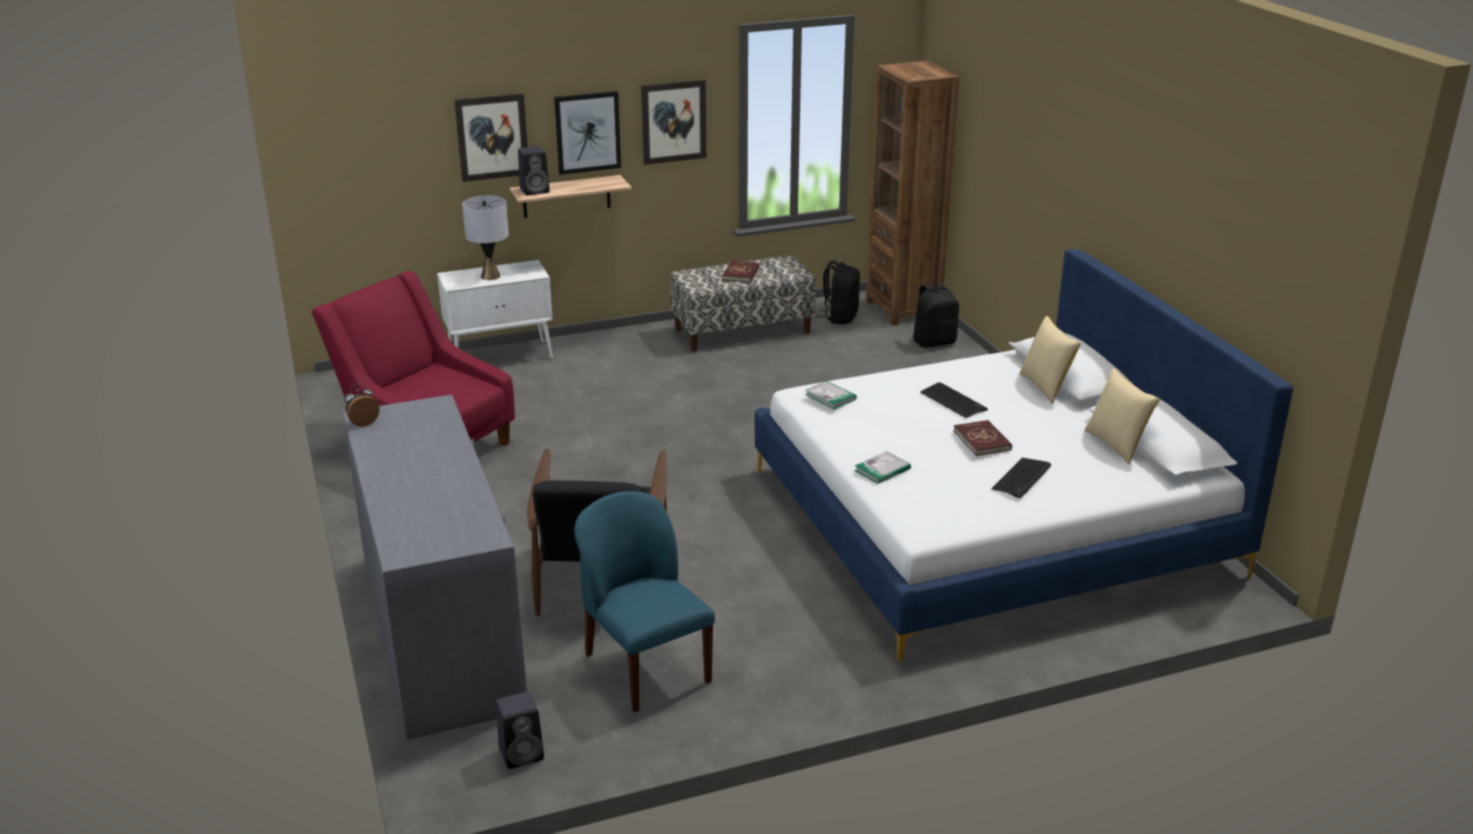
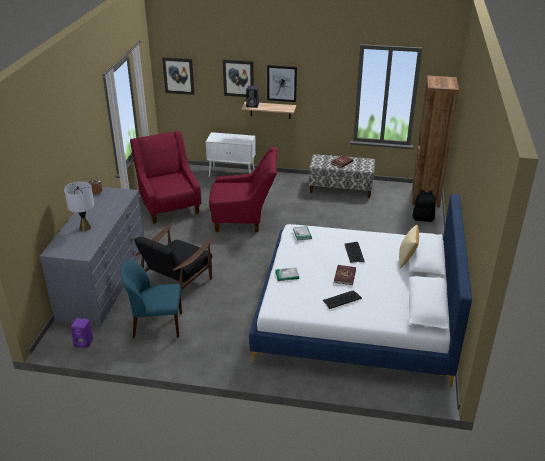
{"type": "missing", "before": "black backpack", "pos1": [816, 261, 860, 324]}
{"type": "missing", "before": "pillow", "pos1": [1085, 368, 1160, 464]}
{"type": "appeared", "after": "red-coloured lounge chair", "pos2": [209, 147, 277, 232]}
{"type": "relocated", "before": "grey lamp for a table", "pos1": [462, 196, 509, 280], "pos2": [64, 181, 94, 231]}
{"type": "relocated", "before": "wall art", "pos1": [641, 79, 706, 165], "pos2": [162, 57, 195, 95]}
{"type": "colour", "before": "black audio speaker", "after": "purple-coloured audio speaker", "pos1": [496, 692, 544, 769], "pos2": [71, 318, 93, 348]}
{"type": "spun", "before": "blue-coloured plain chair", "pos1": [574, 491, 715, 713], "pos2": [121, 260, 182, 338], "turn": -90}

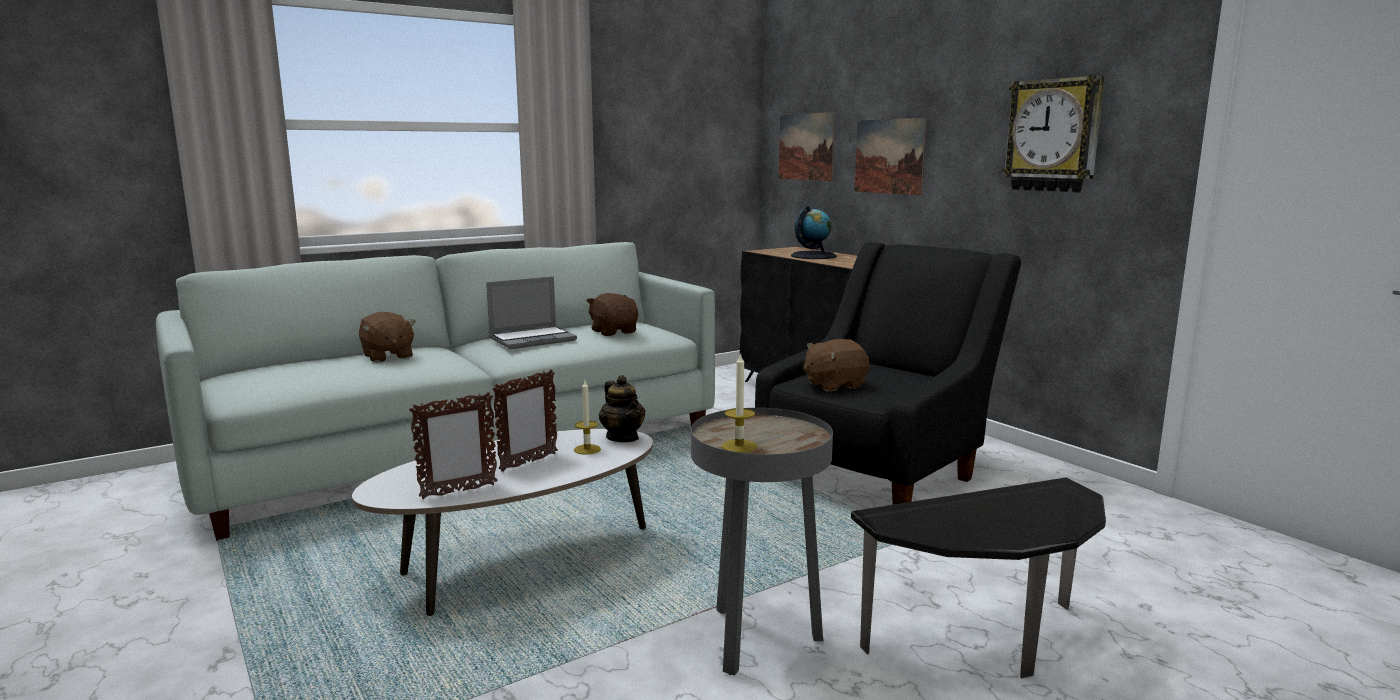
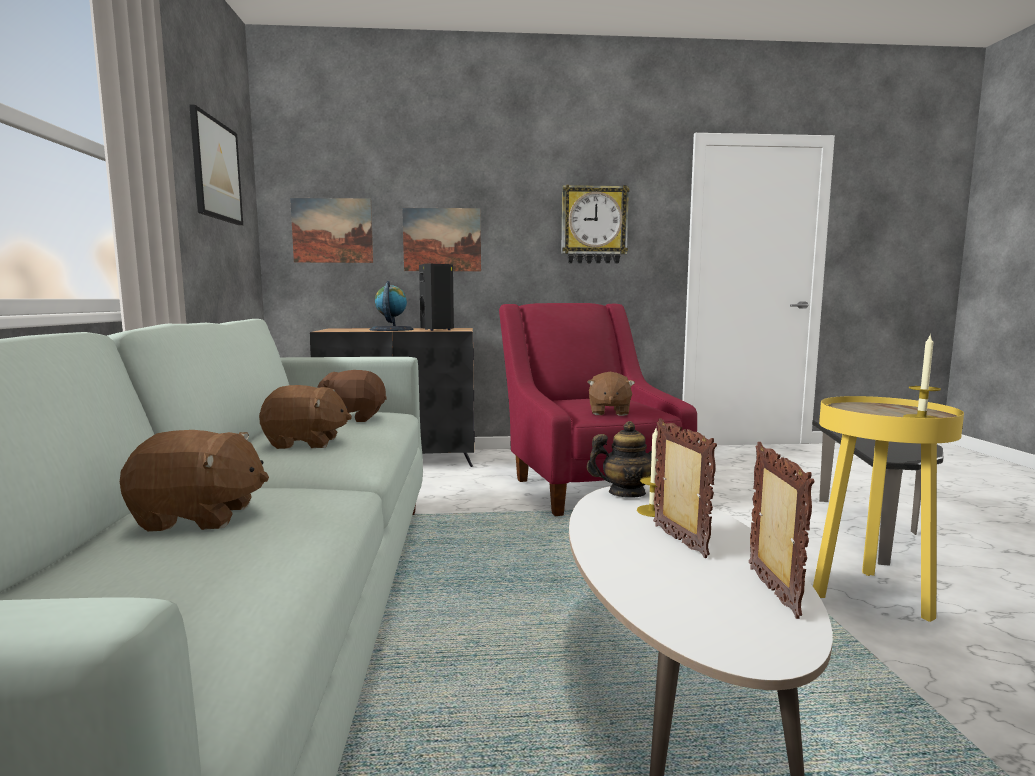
{"type": "appeared", "after": "wall art", "pos2": [189, 105, 243, 225]}
{"type": "appeared", "after": "black audio speaker", "pos2": [419, 264, 454, 331]}
{"type": "exchanged", "before": "portable computer", "after": "brownish cuddly toy", "pos1": [486, 276, 577, 349], "pos2": [259, 385, 352, 449]}
{"type": "colour", "before": "grey end table", "after": "yellowish end table", "pos1": [691, 408, 833, 676], "pos2": [813, 396, 964, 622]}
{"type": "colour", "before": "black lounge chair", "after": "red-coloured lounge chair", "pos1": [755, 242, 1021, 505], "pos2": [499, 303, 697, 516]}

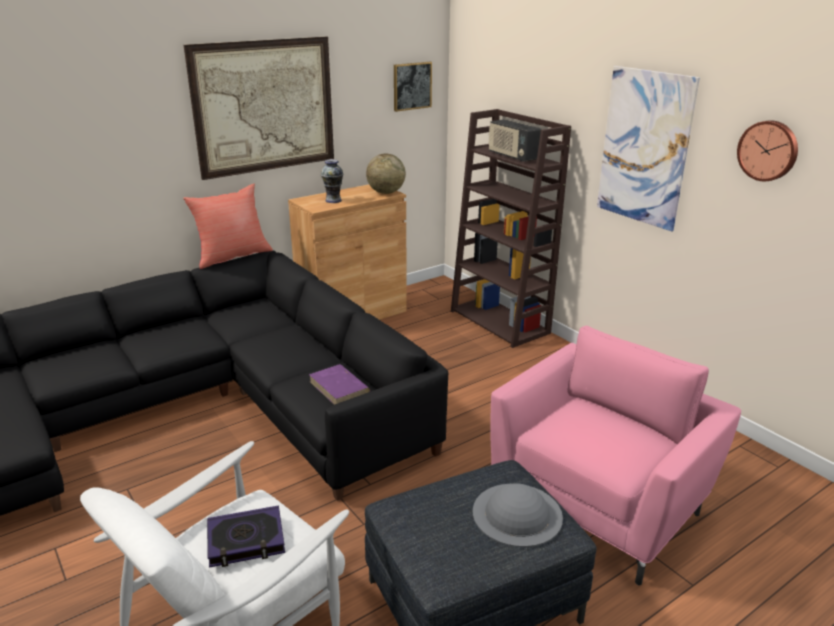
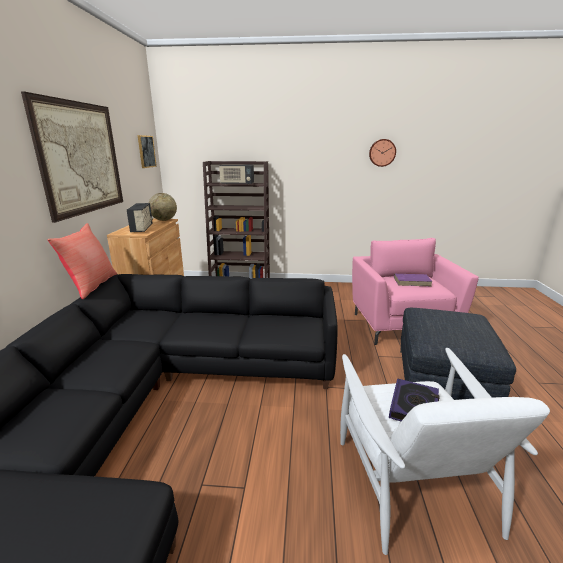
{"type": "missing", "before": "grey wearable hat", "pos1": [473, 483, 563, 547]}
{"type": "missing", "before": "wall art", "pos1": [597, 66, 700, 232]}
{"type": "relocated", "before": "purple-coloured book", "pos1": [309, 364, 371, 405], "pos2": [394, 274, 433, 286]}
{"type": "exchanged", "before": "flower vase", "after": "radio receiver", "pos1": [321, 159, 343, 203], "pos2": [127, 203, 153, 232]}

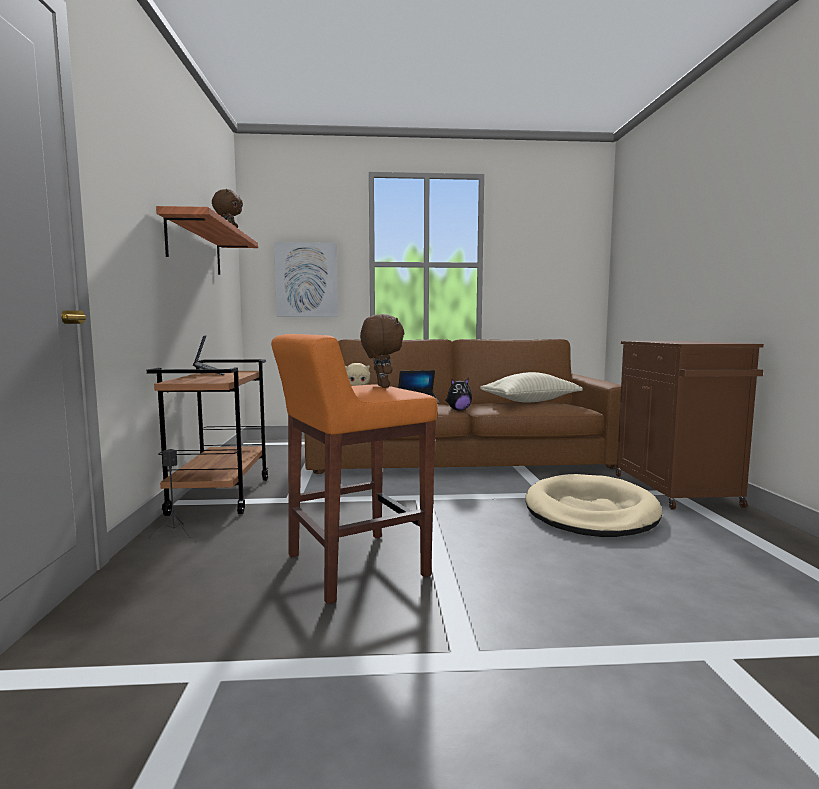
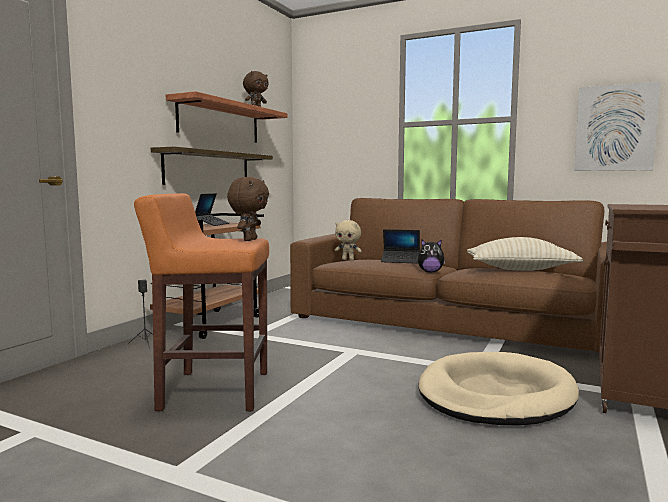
{"type": "appeared", "after": "shelf", "pos2": [151, 146, 273, 185]}
{"type": "relocated", "before": "wall art", "pos1": [274, 242, 338, 317], "pos2": [574, 82, 660, 171]}

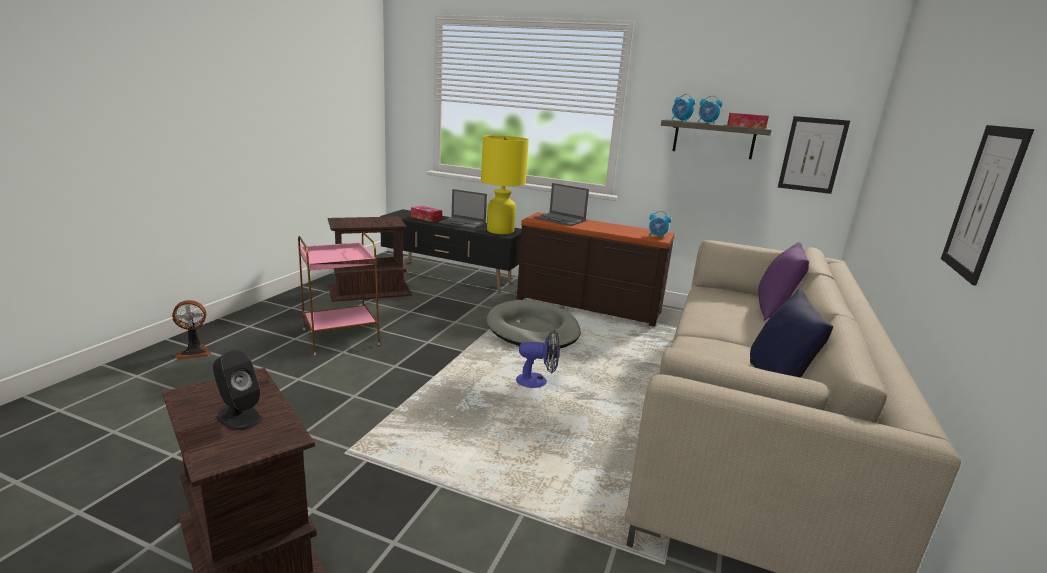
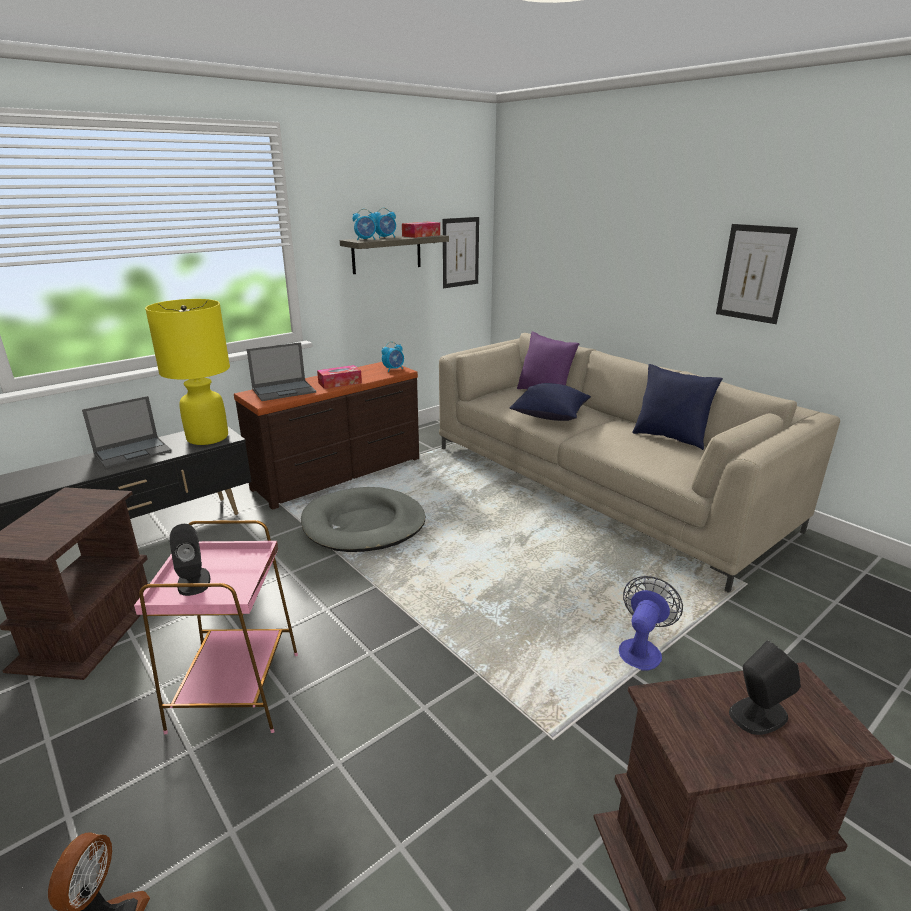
{"type": "appeared", "after": "black audio speaker", "pos2": [169, 524, 210, 596]}
{"type": "appeared", "after": "blue-coloured pillow", "pos2": [510, 383, 591, 421]}
{"type": "relocated", "before": "tissue holder", "pos1": [411, 206, 442, 222], "pos2": [317, 365, 362, 389]}
{"type": "relocated", "before": "cooling fan", "pos1": [516, 330, 560, 388], "pos2": [619, 576, 683, 671]}

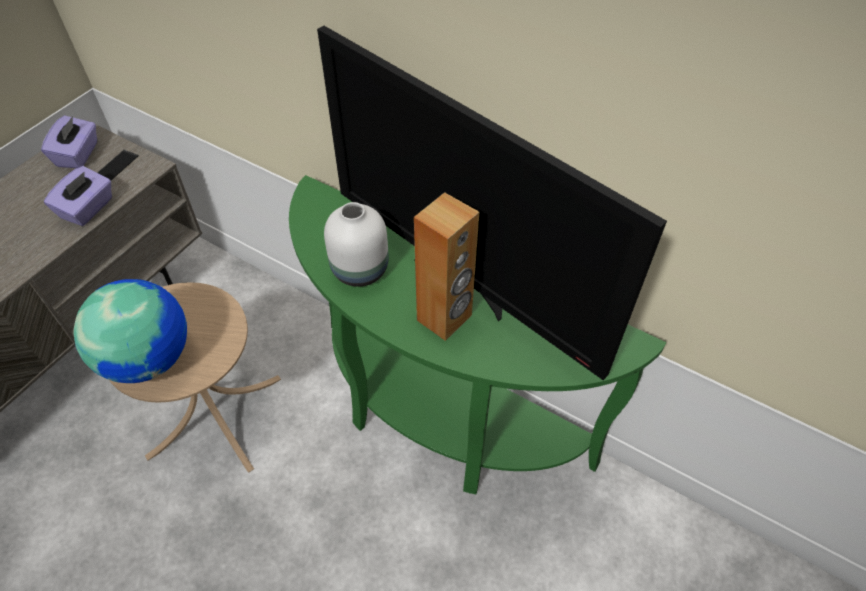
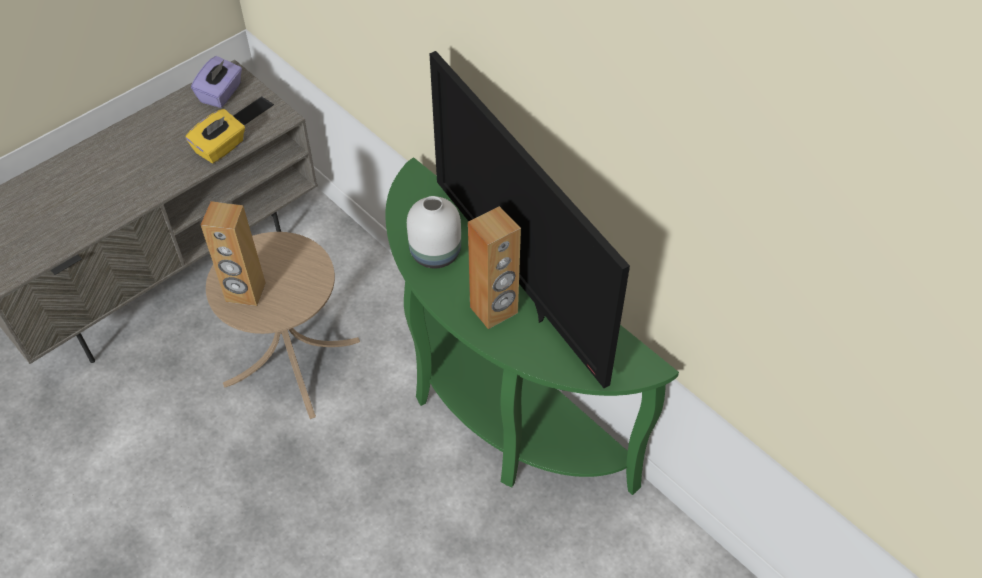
{"type": "exchanged", "before": "world globe", "after": "brownish audio speaker", "pos1": [74, 279, 187, 383], "pos2": [201, 201, 266, 306]}
{"type": "colour", "before": "purple-coloured tissue holder", "after": "yellowish tissue holder", "pos1": [44, 166, 112, 226], "pos2": [185, 109, 245, 164]}

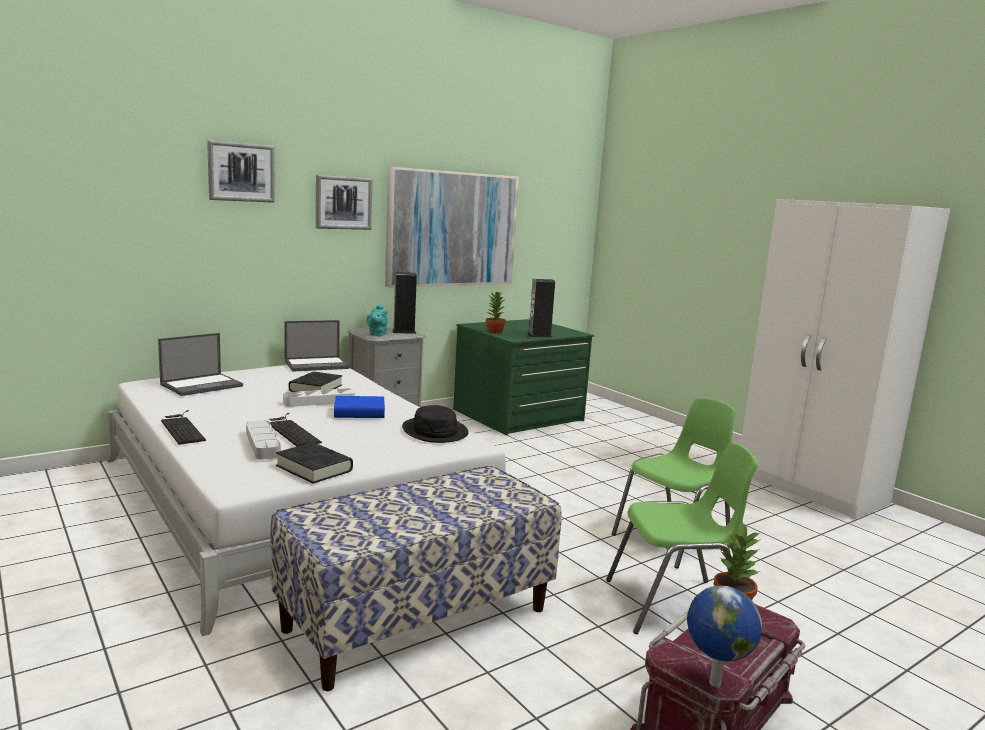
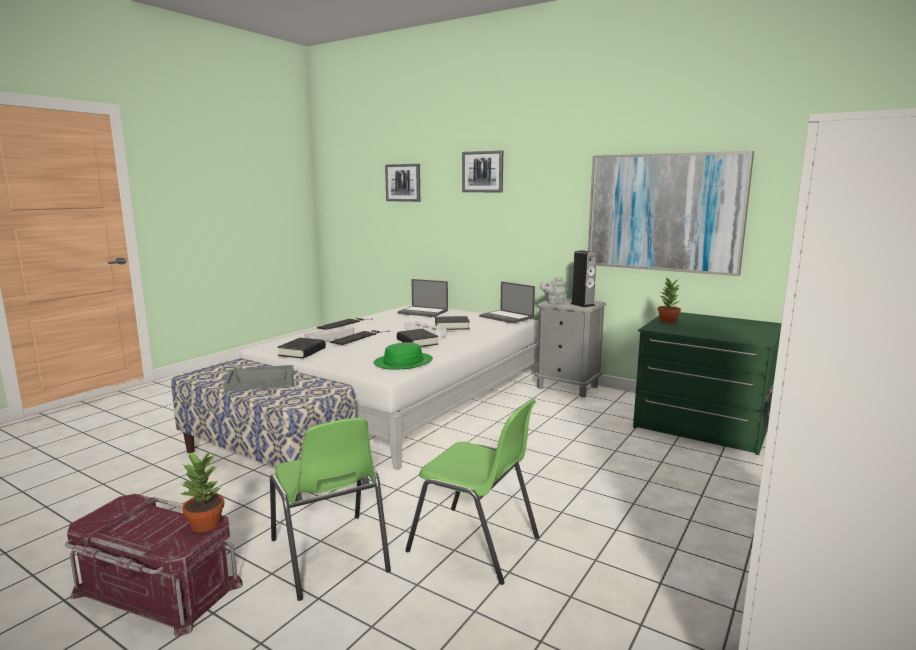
{"type": "missing", "before": "audio speaker", "pos1": [527, 279, 555, 338]}
{"type": "missing", "before": "world globe", "pos1": [687, 585, 762, 687]}
{"type": "appeared", "after": "grey tray", "pos2": [224, 365, 294, 391]}
{"type": "relocated", "before": "wall art", "pos1": [316, 175, 372, 230], "pos2": [385, 164, 420, 202]}
{"type": "colour", "before": "blue-coloured book", "after": "black book", "pos1": [334, 396, 385, 418], "pos2": [397, 329, 438, 347]}
{"type": "colour", "before": "blue-green tea pot", "after": "grey tea pot", "pos1": [366, 304, 388, 336], "pos2": [540, 277, 566, 304]}
{"type": "colour", "before": "black wearable hat", "after": "green-coloured wearable hat", "pos1": [402, 405, 469, 443], "pos2": [374, 342, 433, 369]}

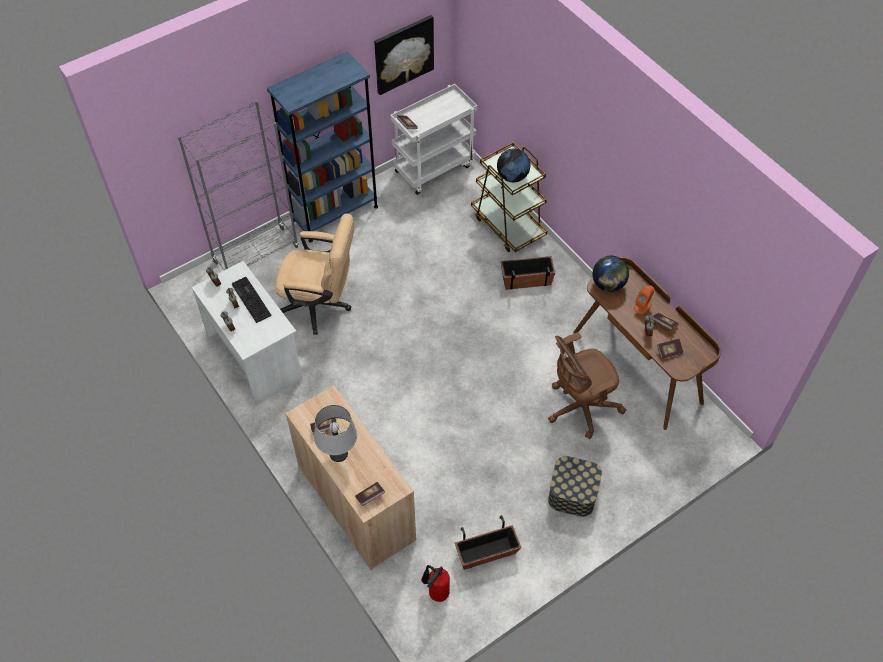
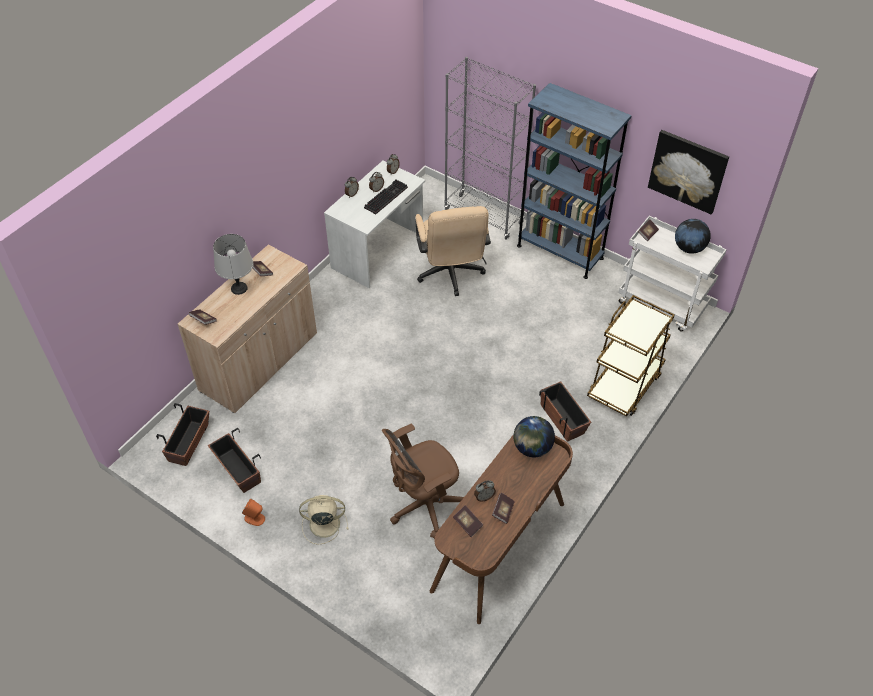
{"type": "relocated", "before": "world globe", "pos1": [497, 148, 530, 182], "pos2": [675, 219, 711, 254]}
{"type": "relocated", "before": "orangey audio speaker", "pos1": [634, 285, 654, 314], "pos2": [242, 499, 265, 526]}
{"type": "exchanged", "before": "fire extinguisher", "after": "flower pot", "pos1": [421, 565, 450, 602], "pos2": [156, 403, 209, 466]}
{"type": "exchanged", "before": "storage box", "after": "beige cooling fan", "pos1": [548, 456, 602, 517], "pos2": [299, 495, 348, 545]}
{"type": "spun", "before": "brownish office chair", "pos1": [548, 332, 626, 439], "pos2": [382, 424, 464, 539], "turn": -75}

